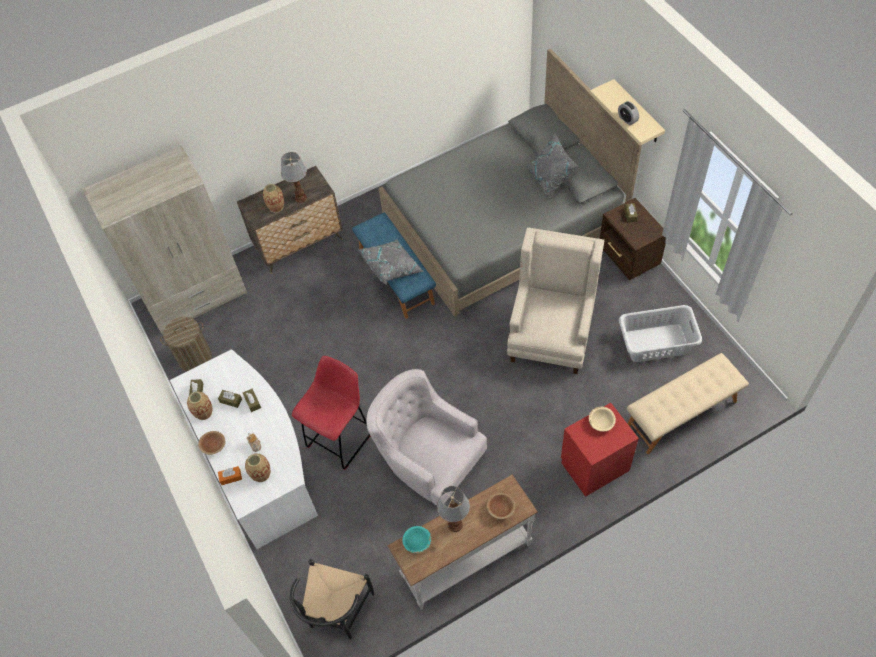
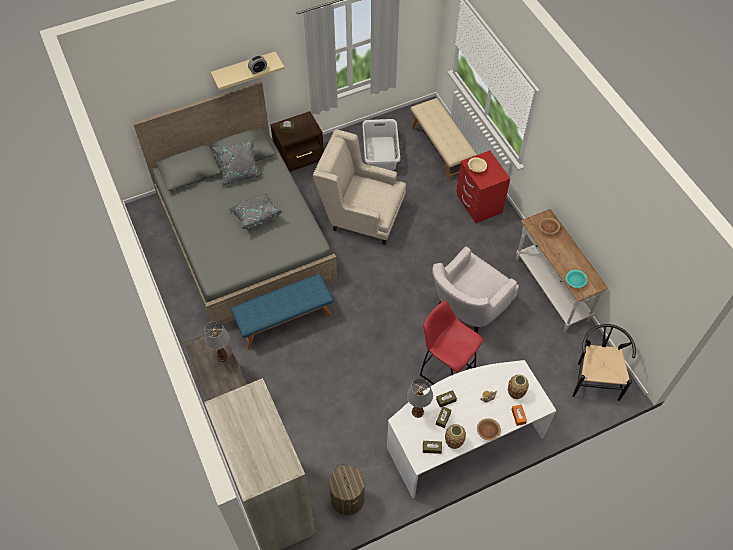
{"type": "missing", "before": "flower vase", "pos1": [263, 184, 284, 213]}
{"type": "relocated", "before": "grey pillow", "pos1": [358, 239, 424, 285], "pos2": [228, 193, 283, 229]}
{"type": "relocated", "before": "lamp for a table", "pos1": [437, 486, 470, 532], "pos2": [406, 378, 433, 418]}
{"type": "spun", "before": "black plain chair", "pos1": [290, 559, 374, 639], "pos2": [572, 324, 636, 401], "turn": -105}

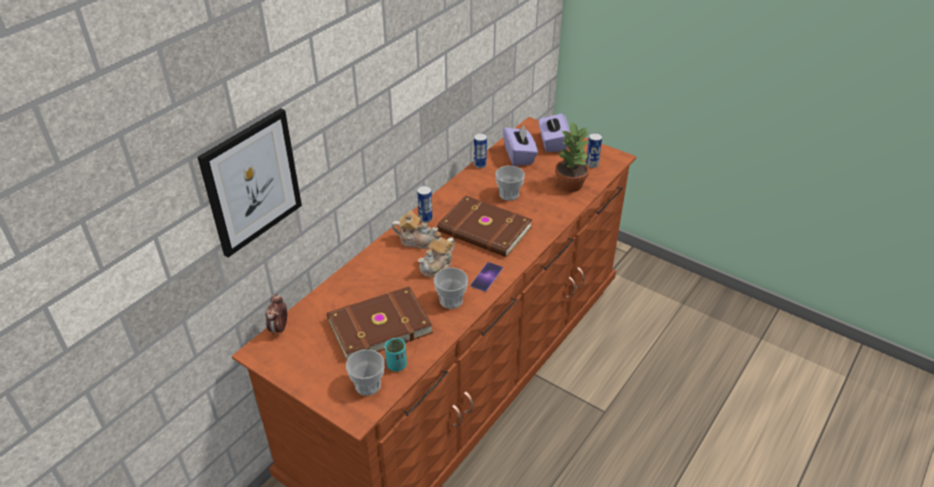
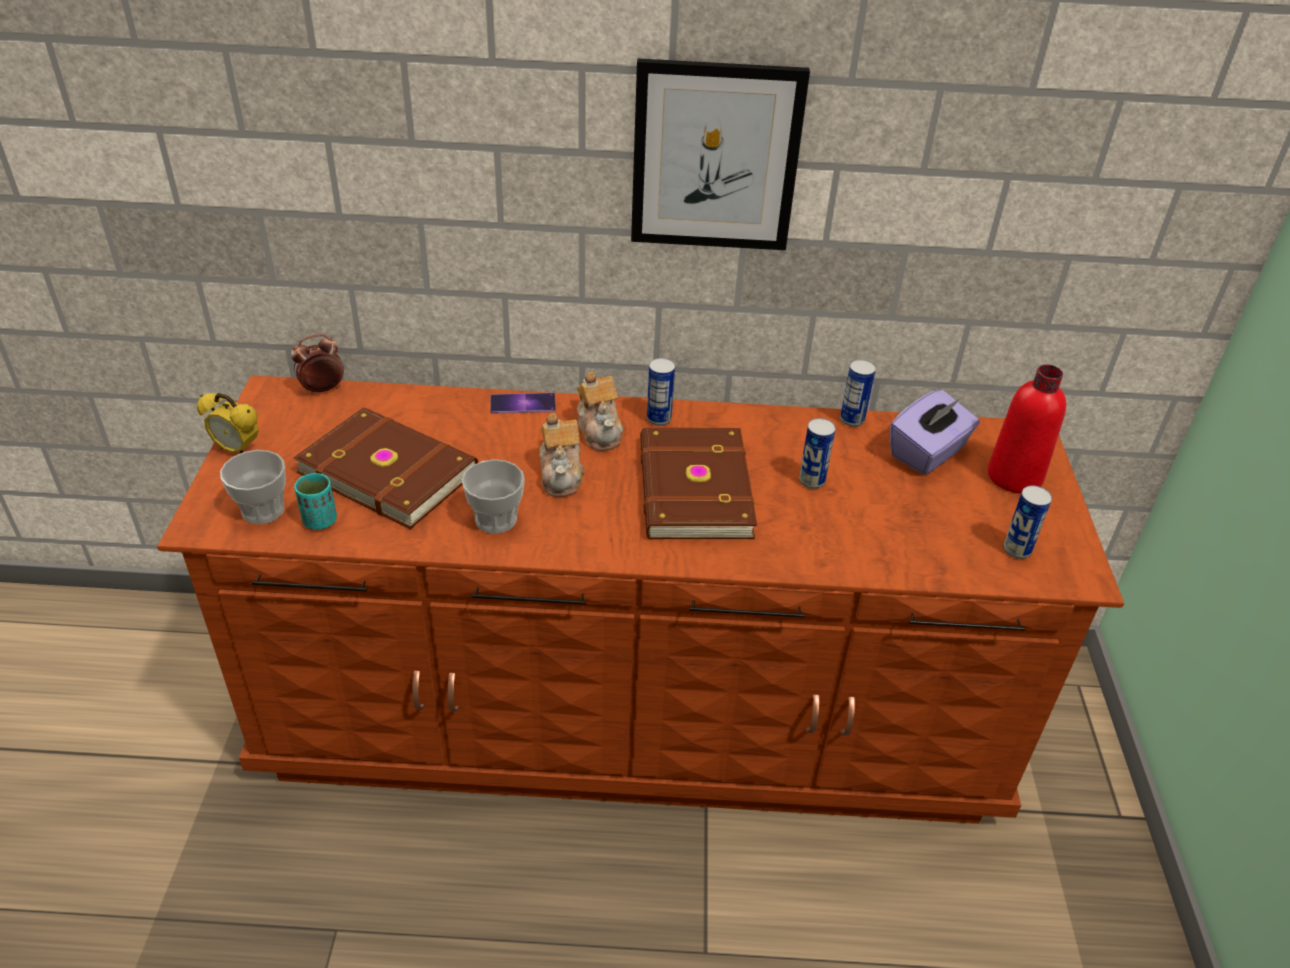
{"type": "missing", "before": "houseplant", "pos1": [555, 121, 590, 192]}
{"type": "appeared", "after": "alarm clock", "pos2": [197, 393, 259, 453]}
{"type": "relocated", "before": "wall art", "pos1": [197, 108, 302, 257], "pos2": [631, 58, 810, 250]}
{"type": "relocated", "before": "phone", "pos1": [470, 262, 503, 292], "pos2": [490, 393, 556, 414]}
{"type": "exchanged", "before": "cup", "after": "metal can", "pos1": [495, 166, 525, 201], "pos2": [799, 418, 836, 489]}
{"type": "exchanged", "before": "purple-coloured tissue holder", "after": "red-coloured bottle", "pos1": [539, 113, 570, 152], "pos2": [988, 365, 1066, 494]}
{"type": "spun", "before": "tea pot", "pos1": [418, 232, 455, 277], "pos2": [540, 413, 585, 497], "turn": -105}

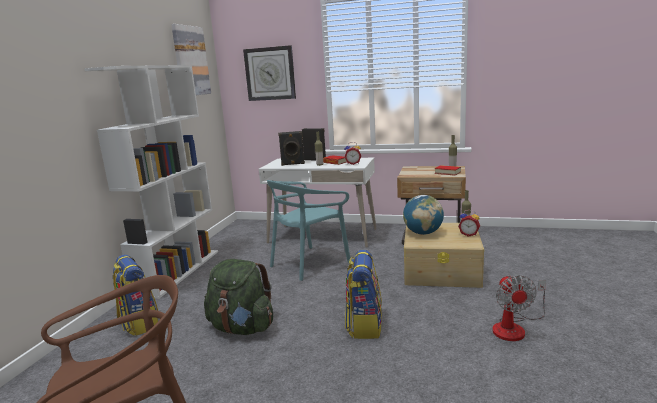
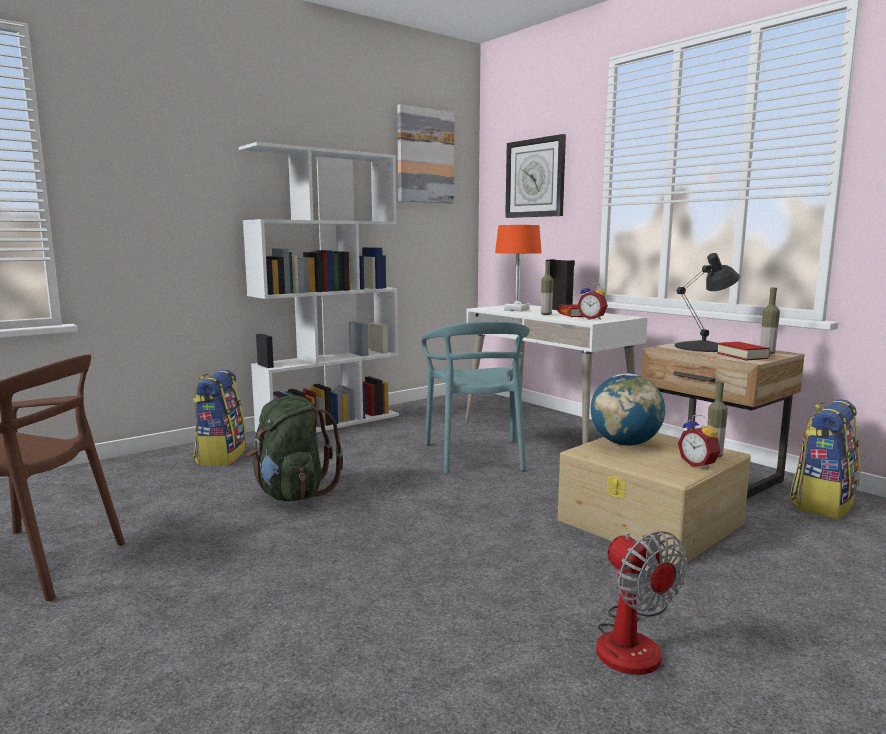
{"type": "appeared", "after": "black lamp for a table", "pos2": [675, 253, 740, 352]}
{"type": "relocated", "before": "backpack", "pos1": [345, 250, 382, 339], "pos2": [790, 399, 860, 519]}
{"type": "exchanged", "before": "black audio speaker", "after": "orangey lamp for a table", "pos1": [278, 131, 305, 166], "pos2": [495, 225, 542, 311]}
{"type": "spun", "before": "blue-green plain chair", "pos1": [267, 180, 350, 281], "pos2": [421, 322, 530, 474], "turn": -90}
{"type": "spun", "before": "cooling fan", "pos1": [493, 275, 546, 341], "pos2": [596, 531, 688, 675], "turn": -60}

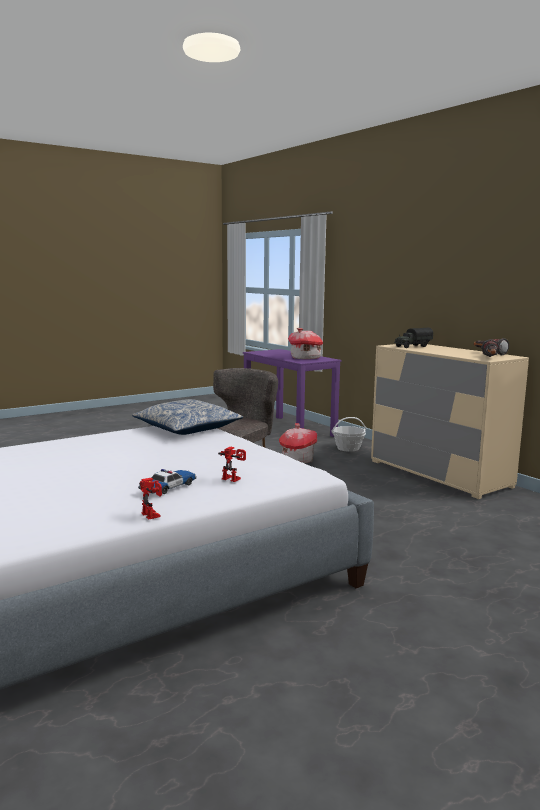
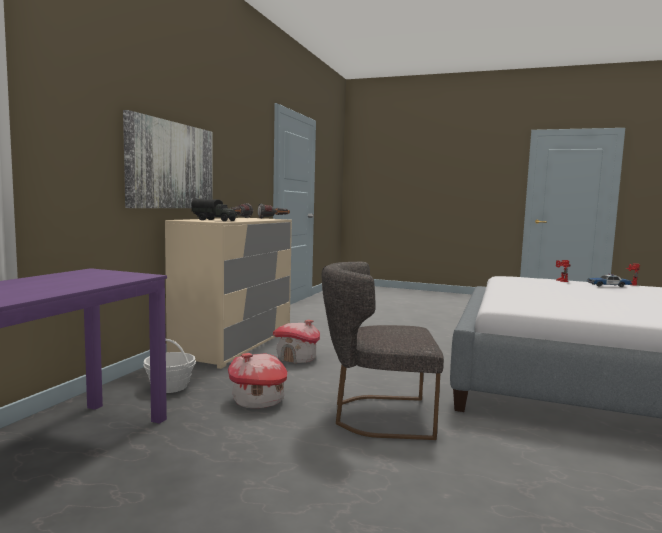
{"type": "missing", "before": "pillow", "pos1": [132, 399, 243, 435]}
{"type": "appeared", "after": "wall art", "pos2": [123, 110, 213, 208]}
{"type": "relocated", "before": "miniature house", "pos1": [288, 328, 323, 359], "pos2": [273, 320, 320, 364]}

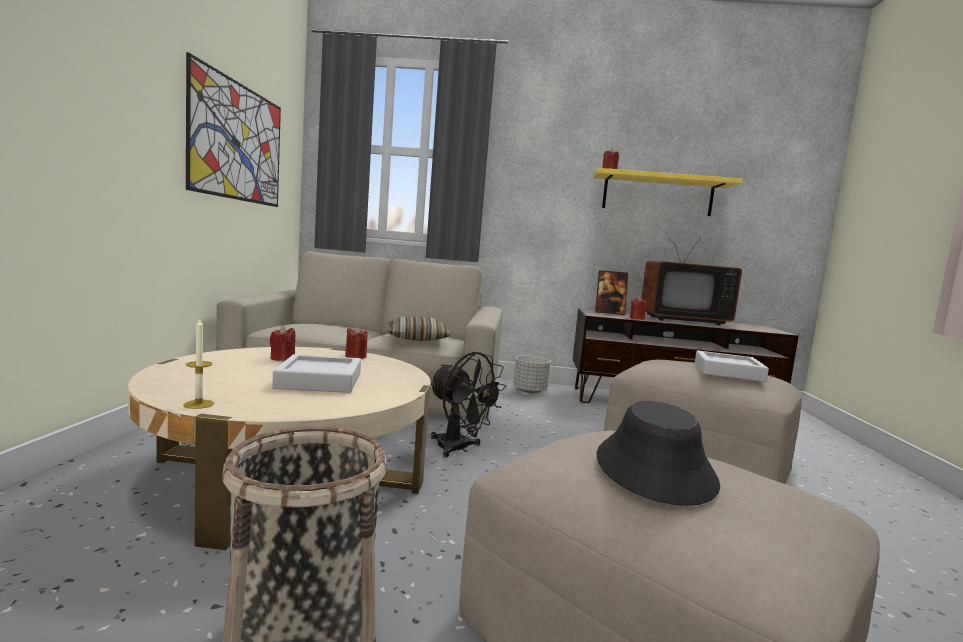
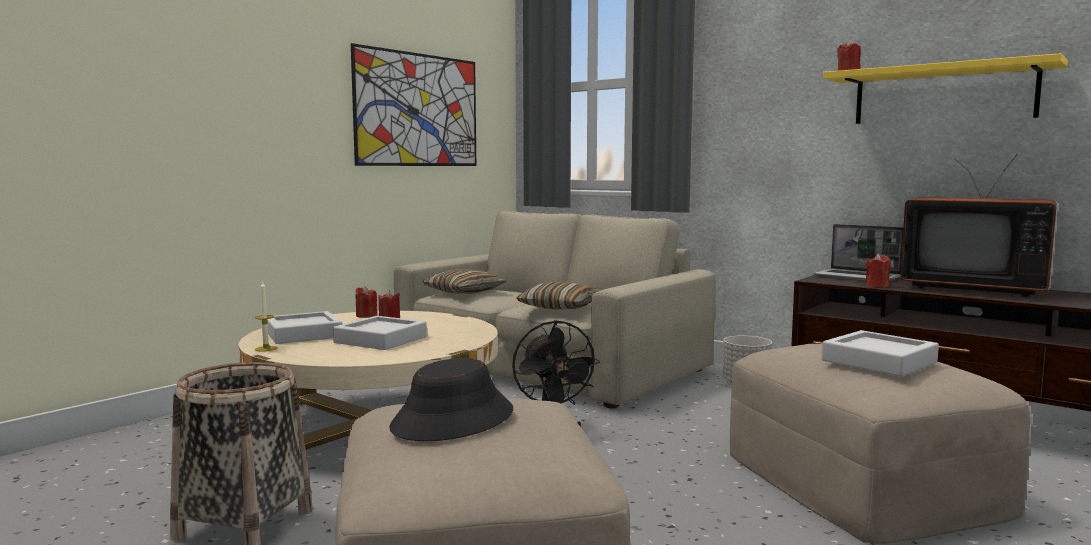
{"type": "appeared", "after": "grey tray", "pos2": [267, 311, 343, 344]}
{"type": "appeared", "after": "pillow", "pos2": [423, 269, 507, 294]}
{"type": "relocated", "before": "red-coloured wax candle", "pos1": [345, 327, 368, 359], "pos2": [356, 286, 377, 318]}
{"type": "exchanged", "before": "standing frame", "after": "portable computer", "pos1": [595, 270, 629, 315], "pos2": [814, 224, 903, 281]}

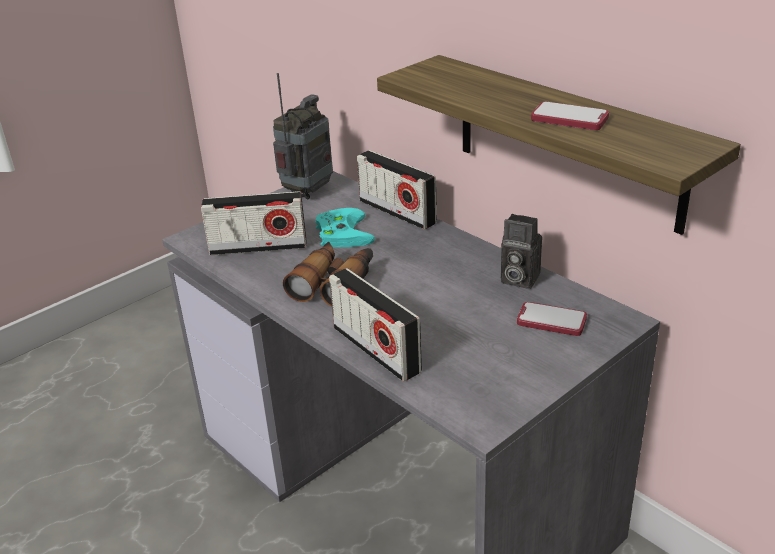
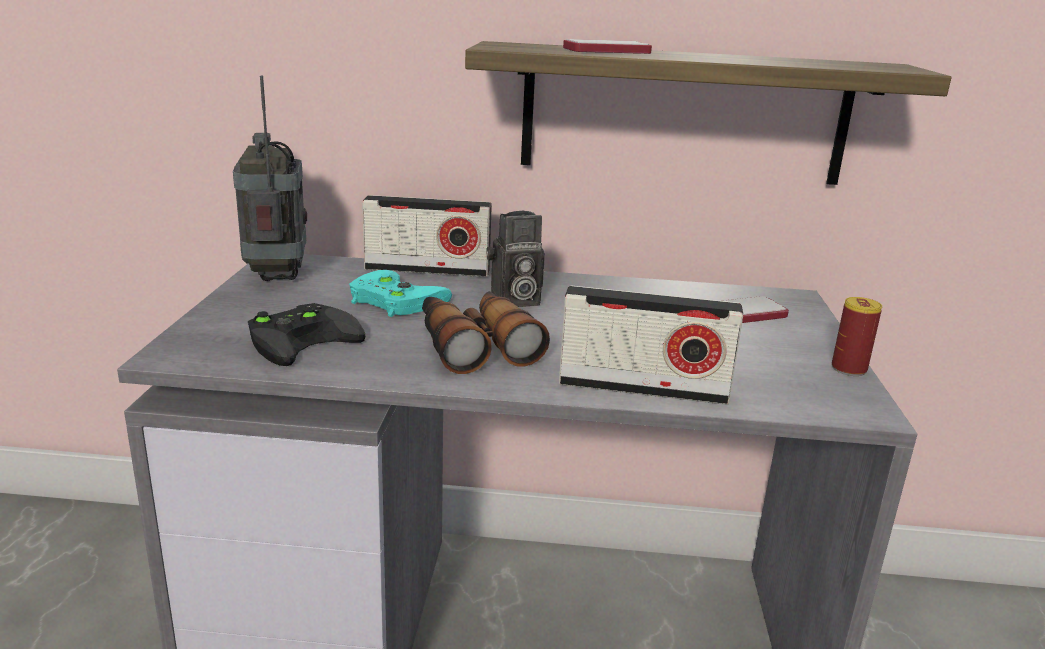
{"type": "appeared", "after": "metal can", "pos2": [832, 297, 882, 376]}
{"type": "relocated", "before": "still camera", "pos1": [501, 214, 542, 289], "pos2": [486, 211, 545, 307]}
{"type": "relocated", "before": "phone", "pos1": [531, 102, 609, 130], "pos2": [563, 39, 652, 54]}
{"type": "exchanged", "before": "radio receiver", "after": "black game controller", "pos1": [201, 191, 306, 255], "pos2": [248, 303, 366, 366]}

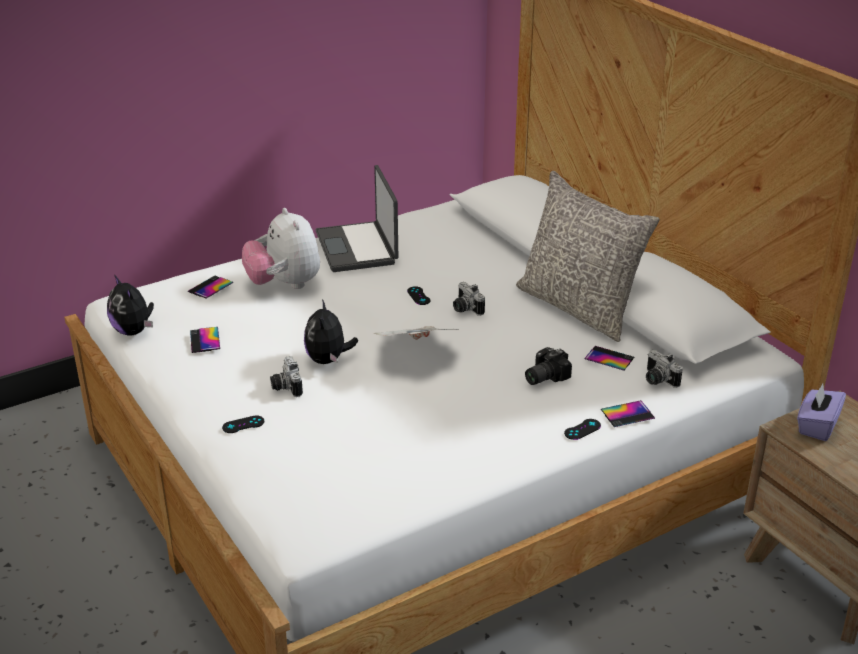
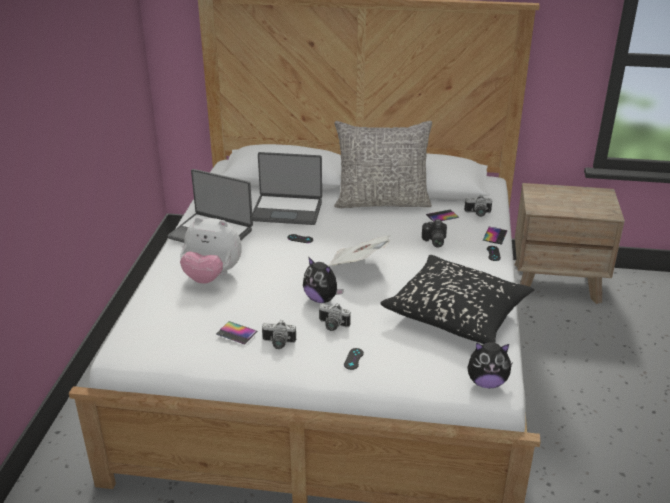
{"type": "missing", "before": "phone", "pos1": [188, 276, 233, 299]}
{"type": "missing", "before": "purple-coloured tissue holder", "pos1": [797, 384, 846, 441]}
{"type": "appeared", "after": "portable computer", "pos2": [252, 152, 322, 225]}
{"type": "appeared", "after": "black pillow", "pos2": [380, 255, 534, 344]}
{"type": "relocated", "before": "cuddly toy", "pos1": [107, 276, 154, 336], "pos2": [467, 342, 512, 388]}
{"type": "relocated", "before": "still camera", "pos1": [453, 282, 485, 316], "pos2": [262, 320, 296, 349]}

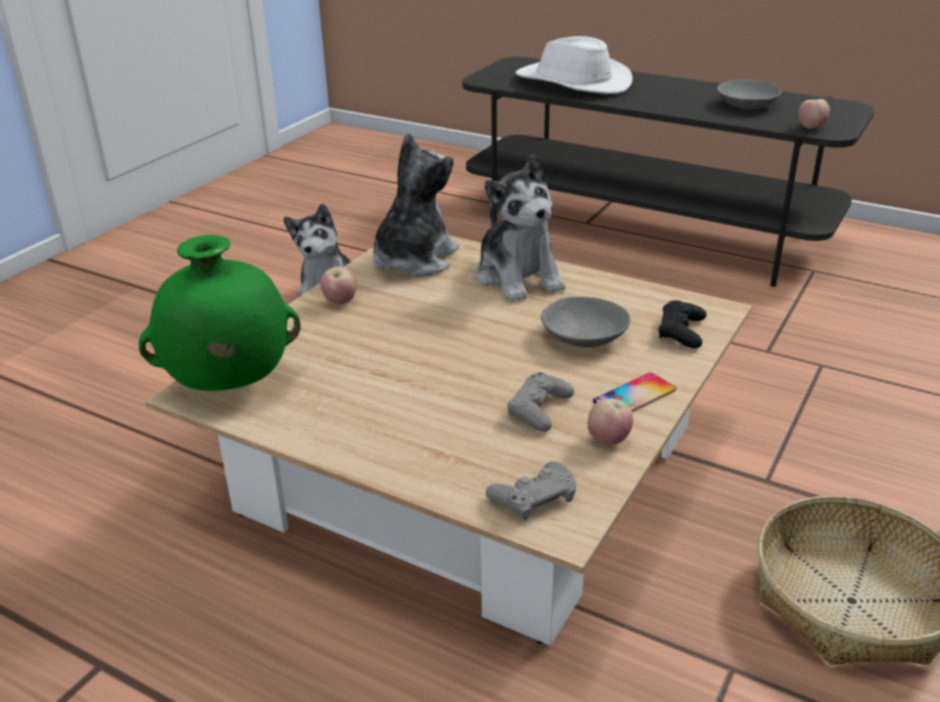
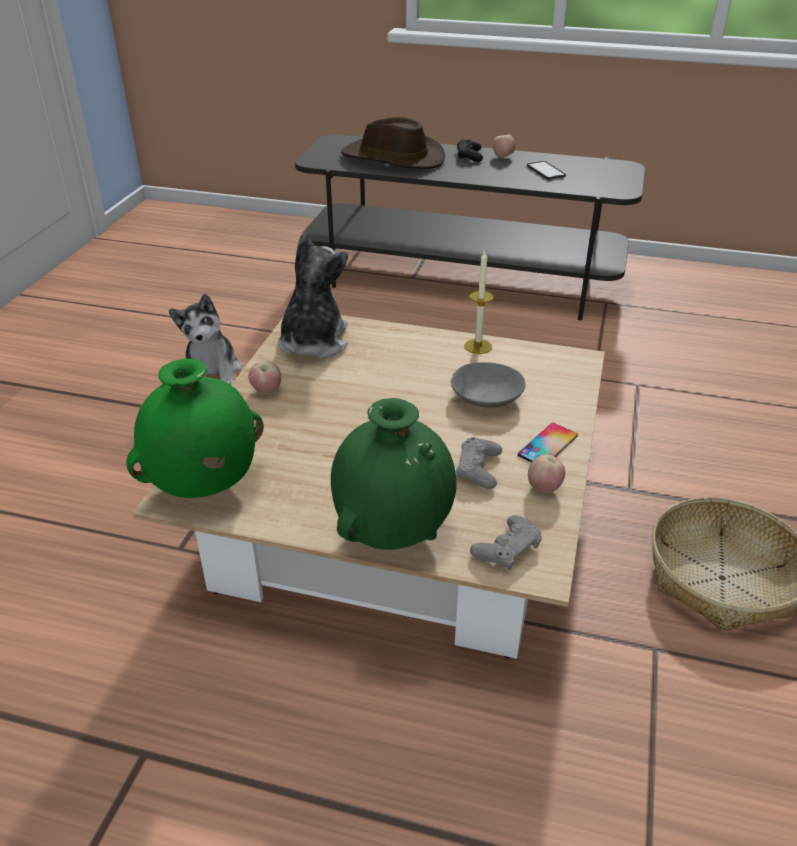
{"type": "missing", "before": "cuddly toy", "pos1": [477, 155, 566, 302]}
{"type": "appeared", "after": "green-coloured flower vase", "pos2": [331, 398, 457, 550]}
{"type": "appeared", "after": "wax candle", "pos2": [464, 251, 494, 354]}
{"type": "relocated", "before": "black game controller", "pos1": [658, 300, 707, 348], "pos2": [457, 139, 483, 162]}
{"type": "relocated", "before": "apple", "pos1": [798, 99, 830, 129], "pos2": [493, 134, 515, 158]}
{"type": "exchanged", "before": "grey bowl", "after": "phone", "pos1": [717, 79, 782, 109], "pos2": [527, 161, 566, 179]}
{"type": "colour", "before": "white-coloured wearable hat", "after": "brownish wearable hat", "pos1": [515, 36, 633, 94], "pos2": [341, 117, 445, 169]}

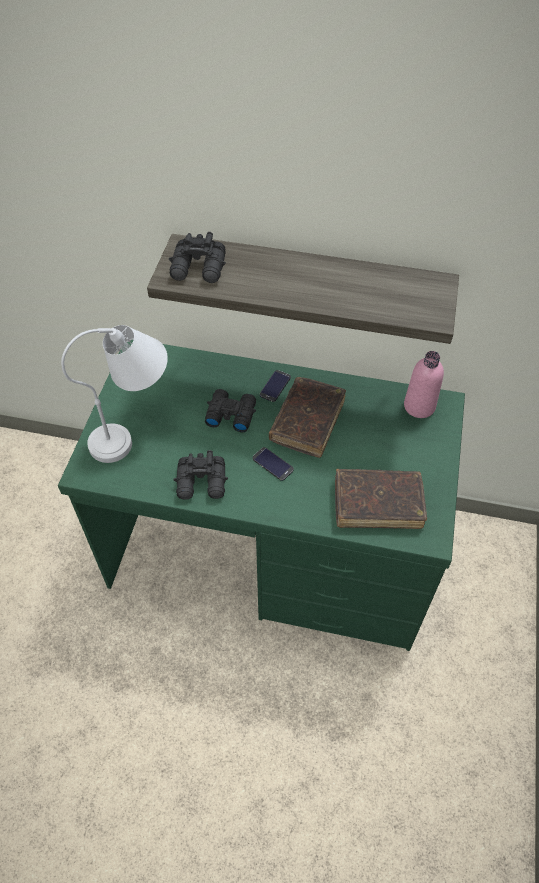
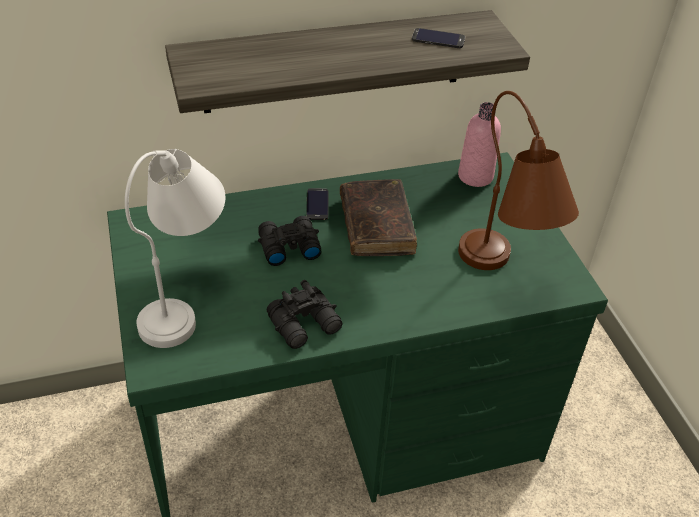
{"type": "missing", "before": "black binoculars", "pos1": [169, 232, 226, 283]}
{"type": "relocated", "before": "phone", "pos1": [253, 447, 294, 481], "pos2": [412, 28, 465, 48]}
{"type": "exchanged", "before": "brownish book", "after": "brownish lamp for a table", "pos1": [335, 469, 427, 529], "pos2": [458, 91, 579, 270]}

